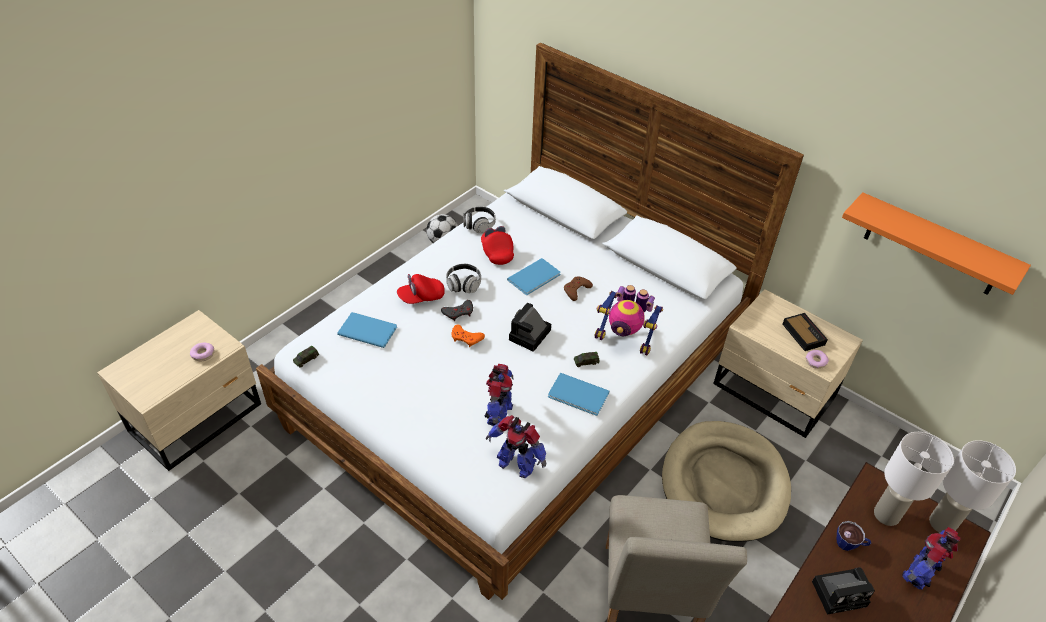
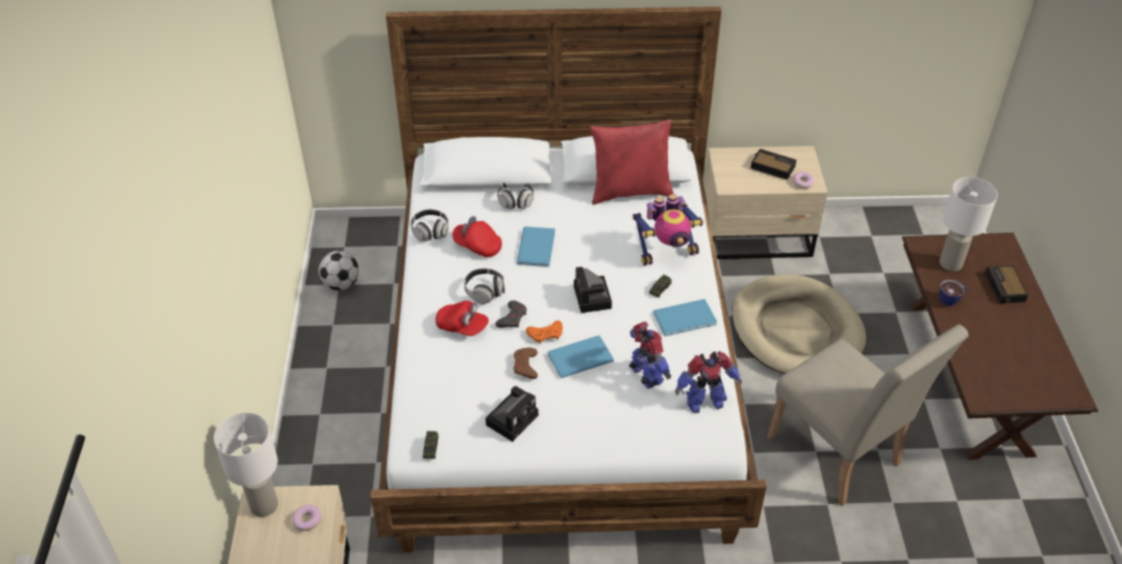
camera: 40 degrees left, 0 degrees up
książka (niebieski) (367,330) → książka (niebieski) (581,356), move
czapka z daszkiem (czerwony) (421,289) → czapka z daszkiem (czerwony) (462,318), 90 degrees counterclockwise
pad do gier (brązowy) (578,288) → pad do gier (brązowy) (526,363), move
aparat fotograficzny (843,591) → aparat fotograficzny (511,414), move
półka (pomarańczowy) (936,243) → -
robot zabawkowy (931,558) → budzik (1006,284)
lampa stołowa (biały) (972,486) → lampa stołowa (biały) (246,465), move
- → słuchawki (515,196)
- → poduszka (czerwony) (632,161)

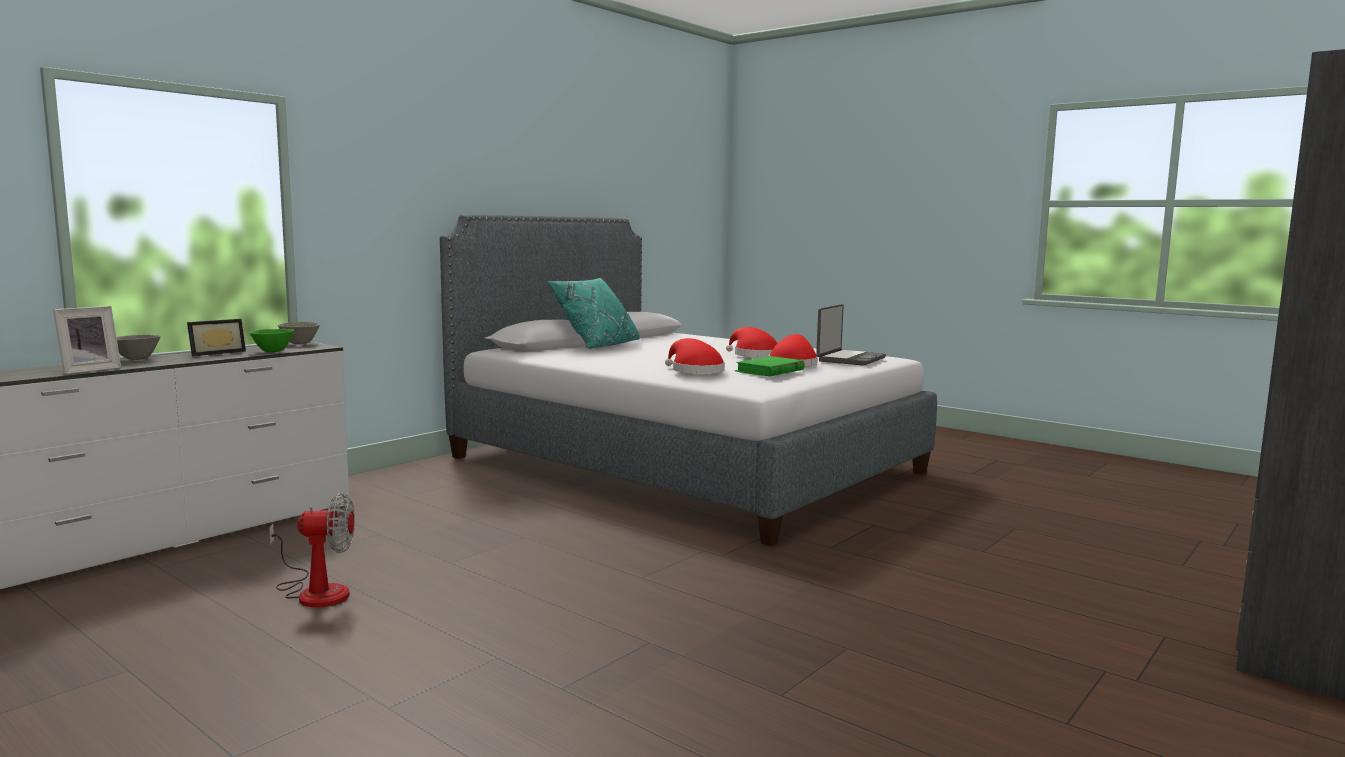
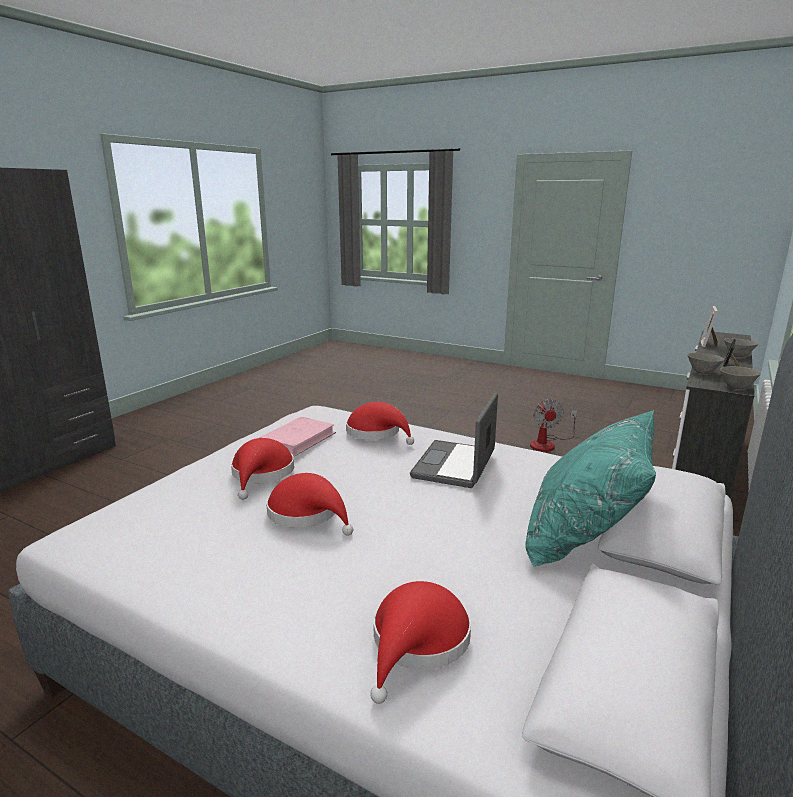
camera: 170 degrees right, 10 degrees up
miska (zielony) (272,340) → miska (szary) (705,363)
wentylator (312,550) → wentylator (553,425), 75 degrees counterclockwise
książka (zielony) (770,366) → książka (różowy) (297,436)
laptop (851,335) → laptop (454,440), move
- → kapelusz (czerwony) (420,642)

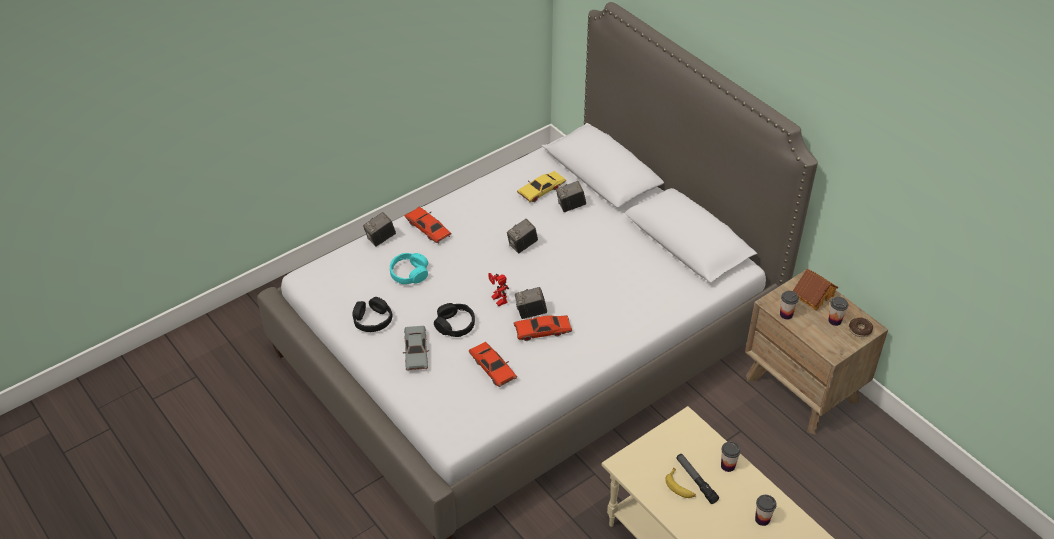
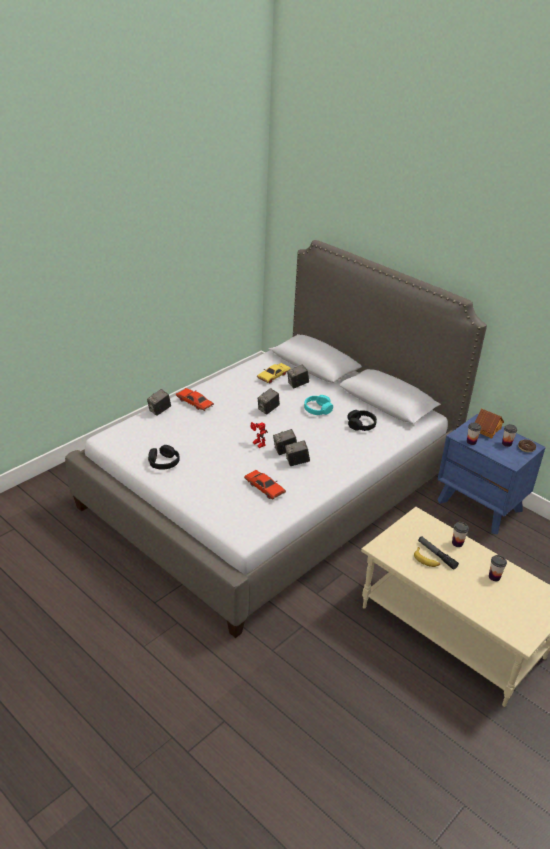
camera: 10 degrees left, 10 degrees down
słuchawki (turkusowy) (409,268) → słuchawki (turkusowy) (318,405), move
samochodzik (szary) (416,348) → -
słuchawki (czarny) (454,320) → słuchawki (czarny) (362,420), move
samochodzik (czerwony) (543,328) → aparat fotograficzny (297,453)
szafka nocna (brązowy) (816,352) → szafka nocna (niebieski) (491,474)

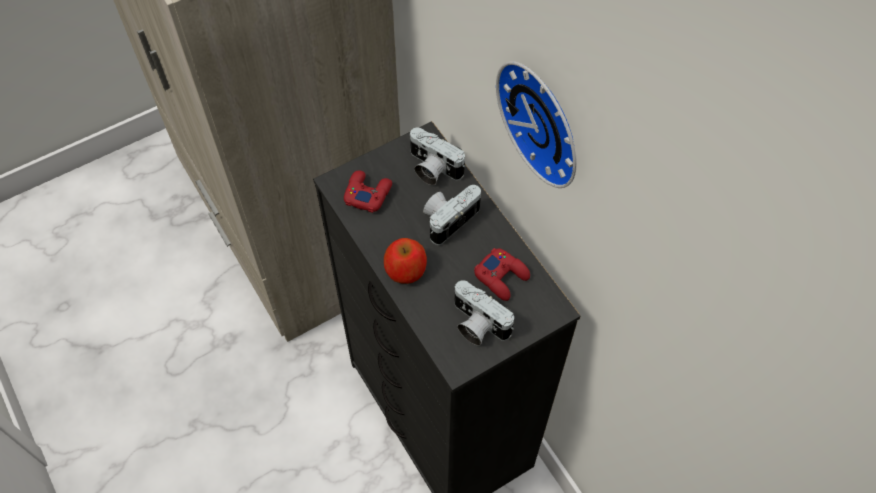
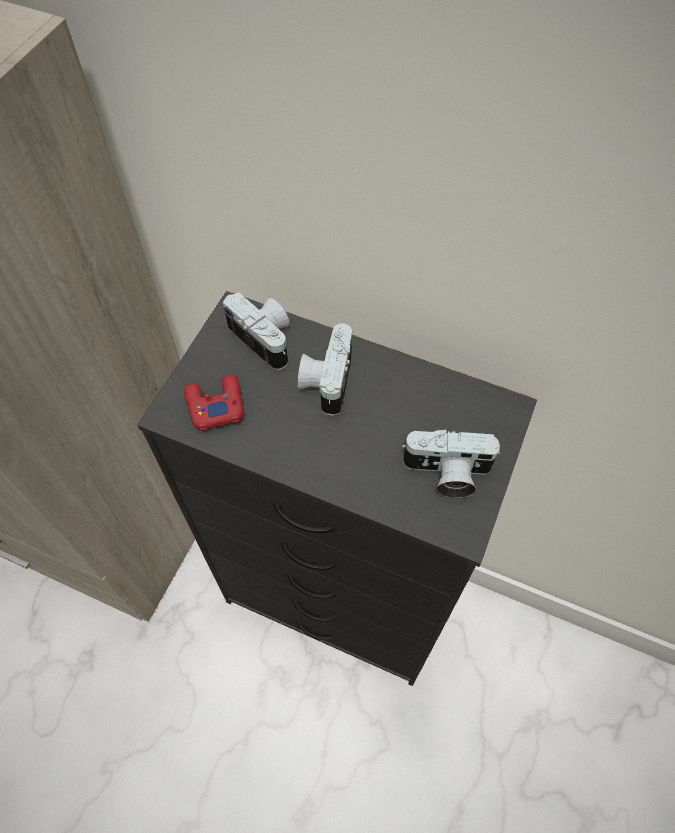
camera: 35 degrees left, 0 degrees up
jabłko (405,261) → -
aparat fotograficzny (437,156) → aparat fotograficzny (256,331), 135 degrees counterclockwise
pad do gier (czerwony) (502,274) → -
zegar ścienny (536,124) → -

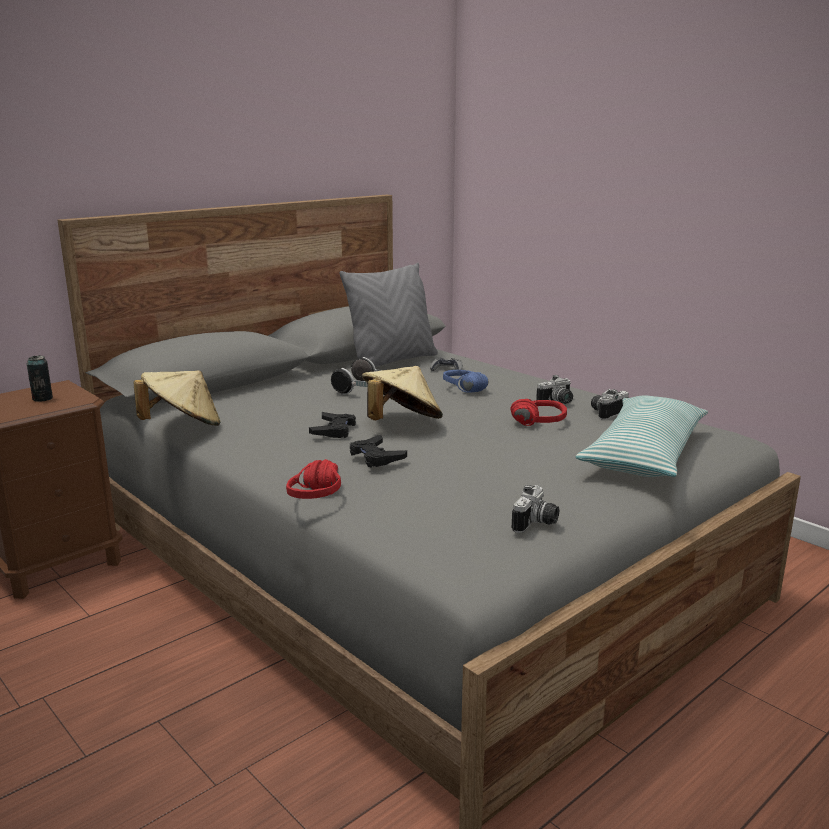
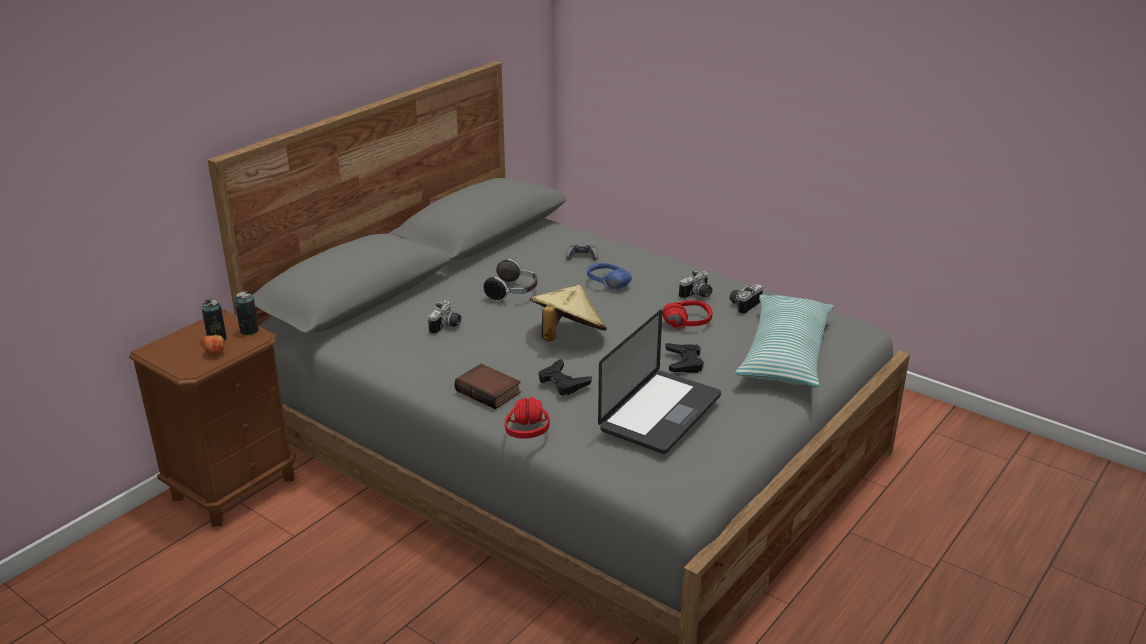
camera: 10 degrees left, 10 degrees up
kapelusz (beżowy) (177,398) → -
pad do gier (czarny) (332,425) → pad do gier (czarny) (684,358), move
poduszka (szary) (388,315) → -
aparat fotograficzny (535,509) → aparat fotograficzny (444,318), move
- → jabłko (213,343)
- → puszka (247,313)
- → książka (487,386)
- → laptop (659,382)

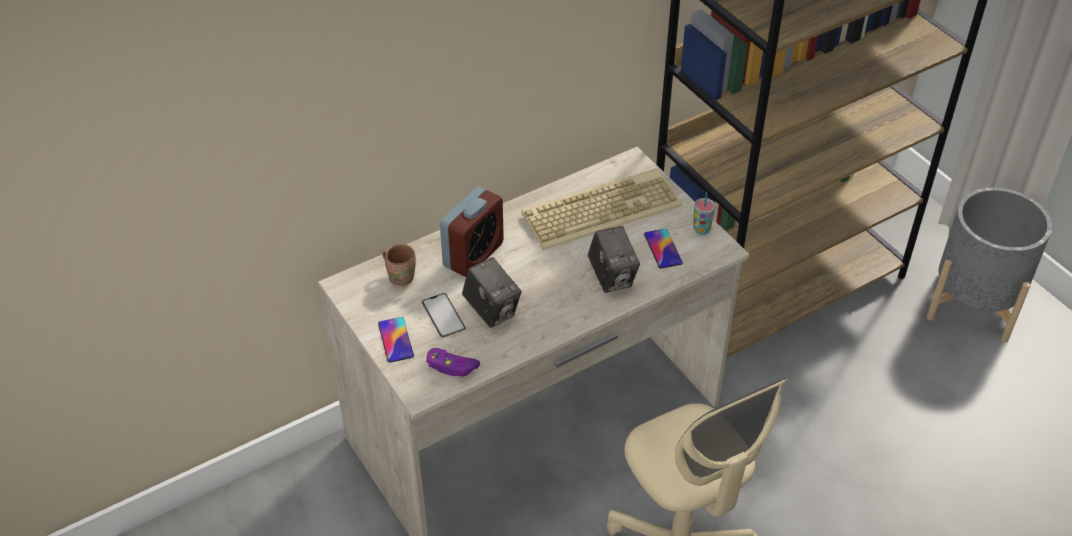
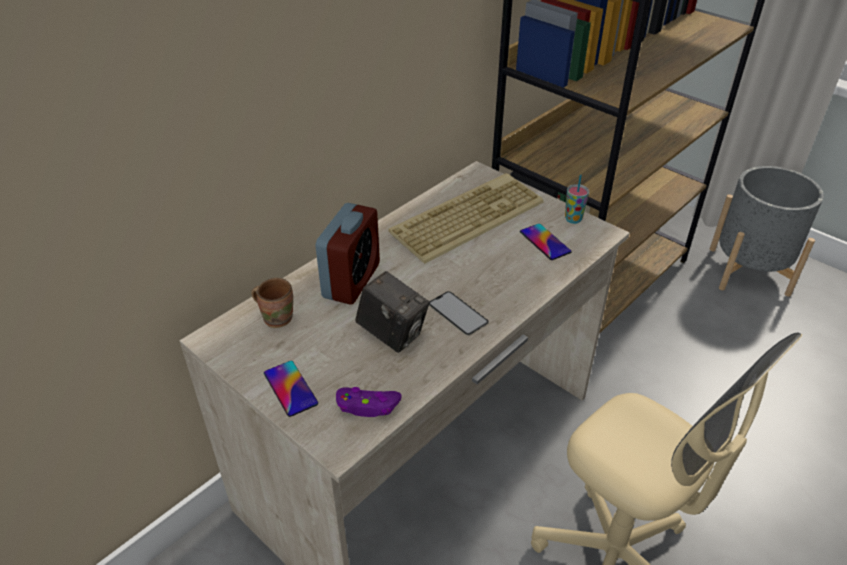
camera: 15 degrees left, 5 degrees down
telefon (444,315) → telefon (459,313), move
aparat fotograficzny (614,259) → -

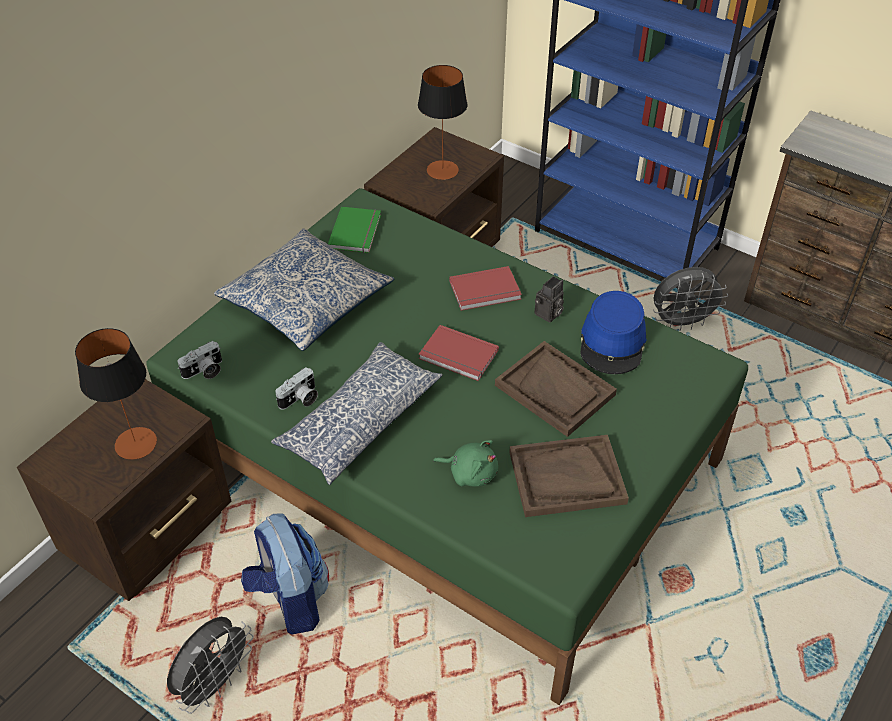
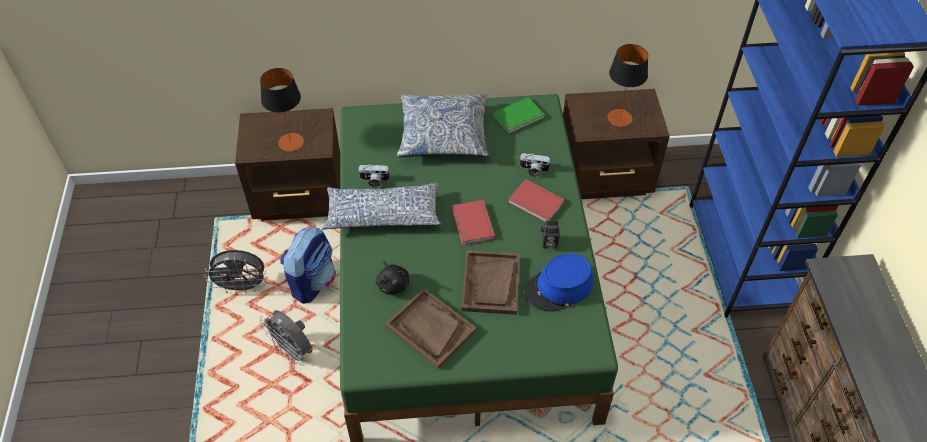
camera: 50 degrees right, 5 degrees up
aparat fotograficzny (200,360) → aparat fotograficzny (535,165), move
pluszak (zielony) (465,463) → pluszak (czarny) (392,278)
wentylator (szary) (690,299) → wentylator (szary) (286,338), move

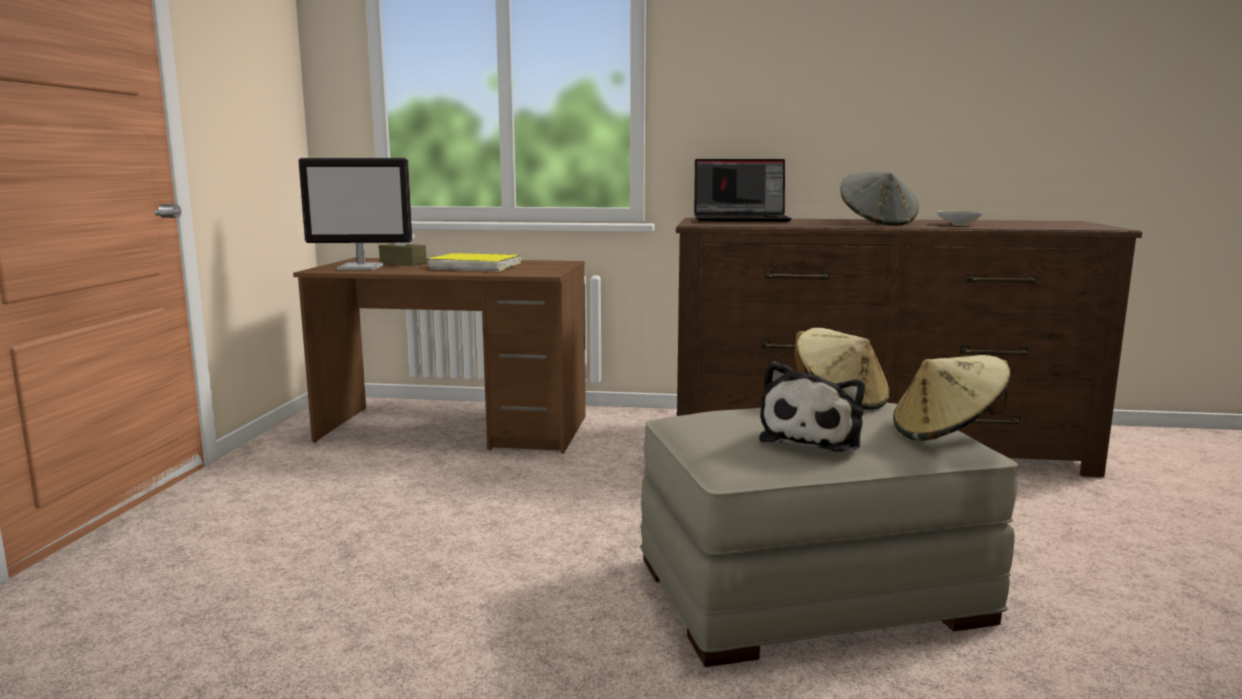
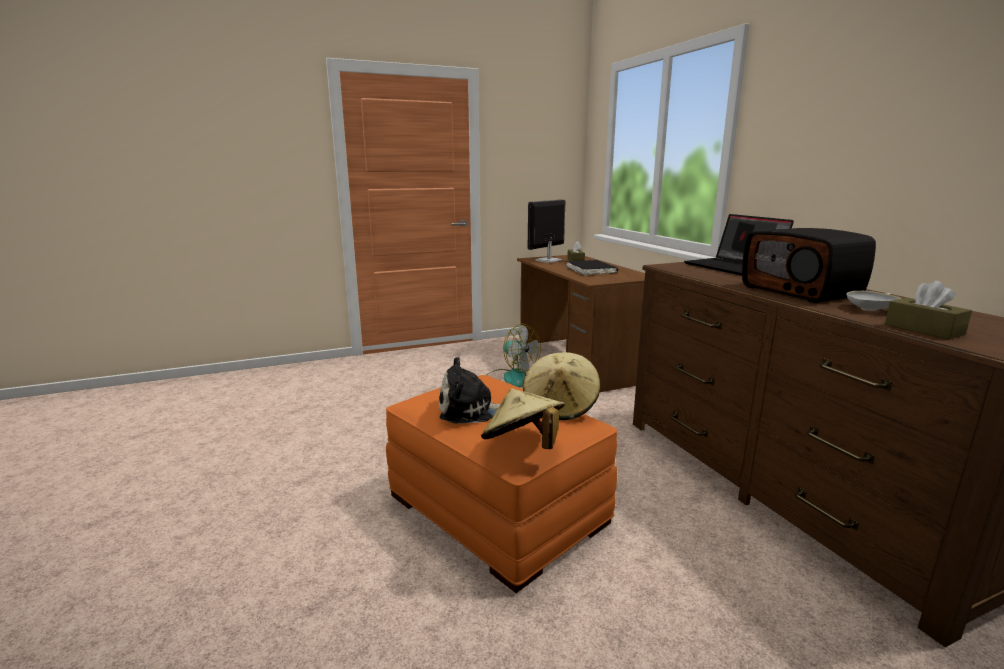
camera: 60 degrees right, 5 degrees up
monitor (355,214) → monitor (546,231), 75 degrees clockwise
książka (żółty) (474,262) → książka (czarny) (592,268)
pufa (beżowy) (829,534) → pufa (pomarańczowy) (501,484)
kapelusz (szary) (880,198) → radio (809,265)
- → wentylator (514,355)
- → pudełko chusteczek (brązowy) (928,310)

